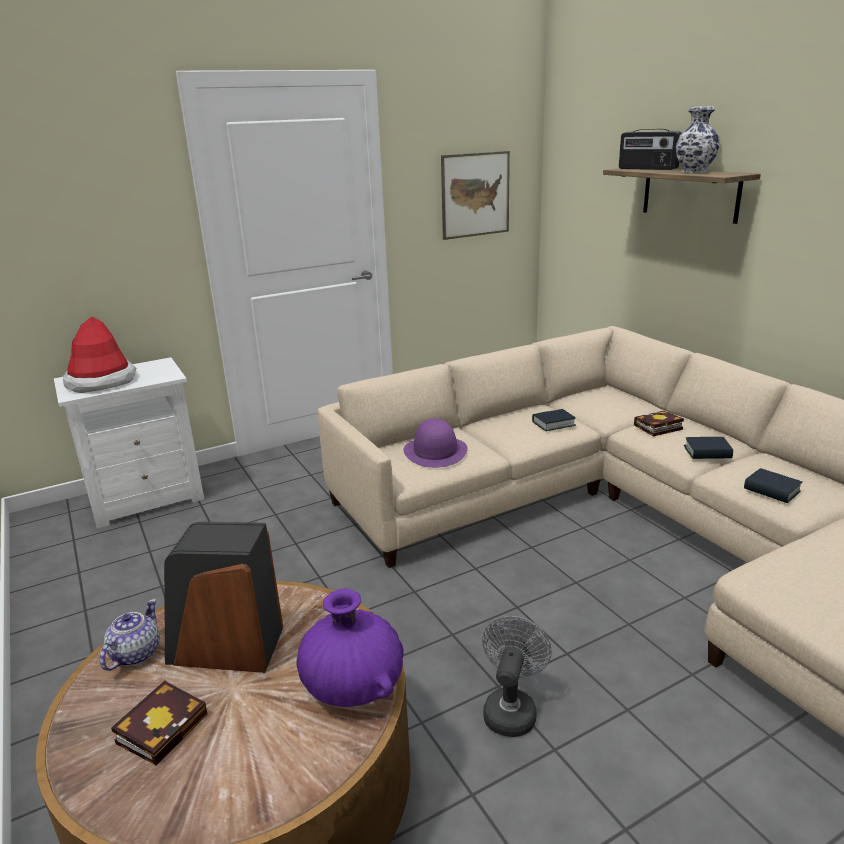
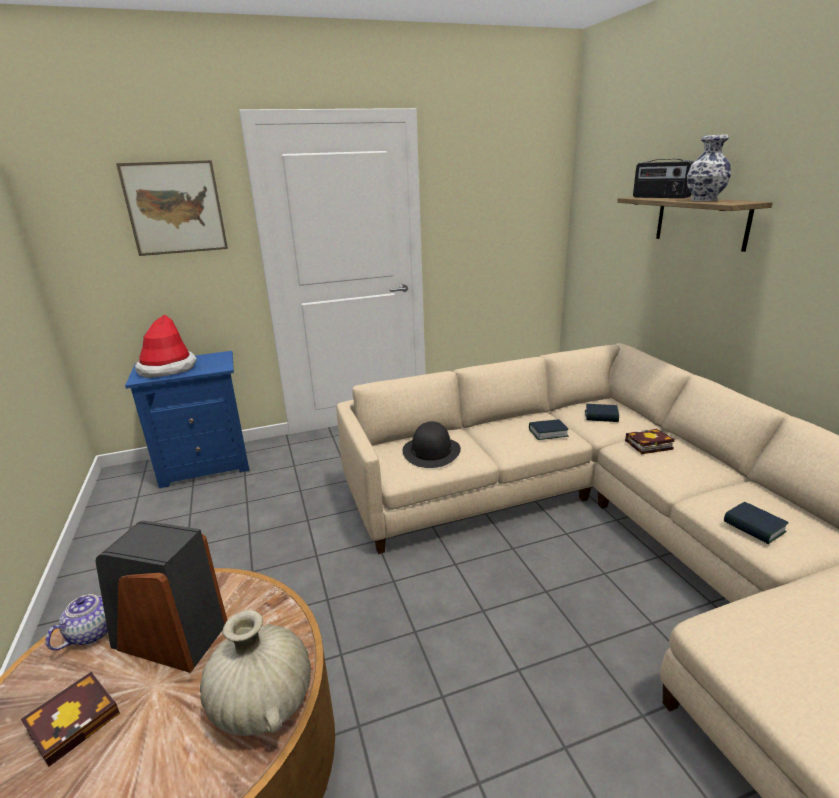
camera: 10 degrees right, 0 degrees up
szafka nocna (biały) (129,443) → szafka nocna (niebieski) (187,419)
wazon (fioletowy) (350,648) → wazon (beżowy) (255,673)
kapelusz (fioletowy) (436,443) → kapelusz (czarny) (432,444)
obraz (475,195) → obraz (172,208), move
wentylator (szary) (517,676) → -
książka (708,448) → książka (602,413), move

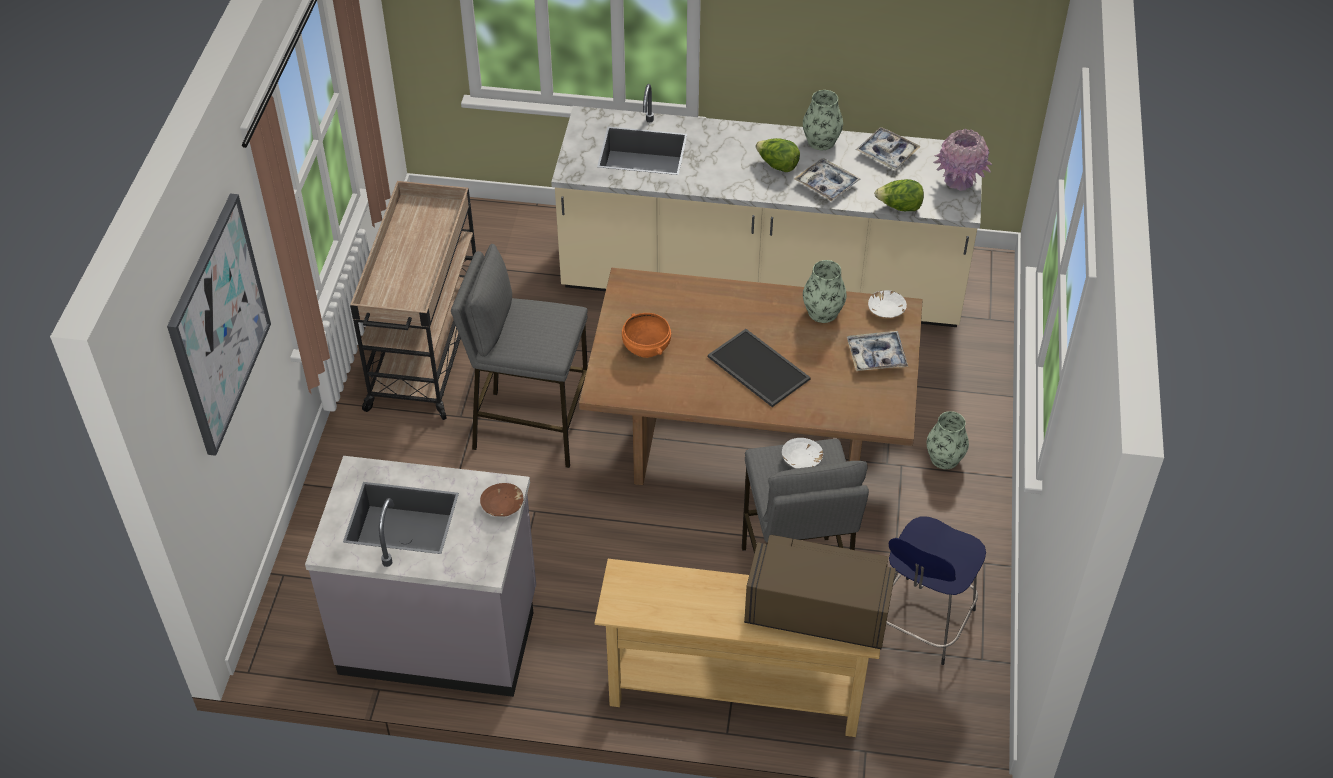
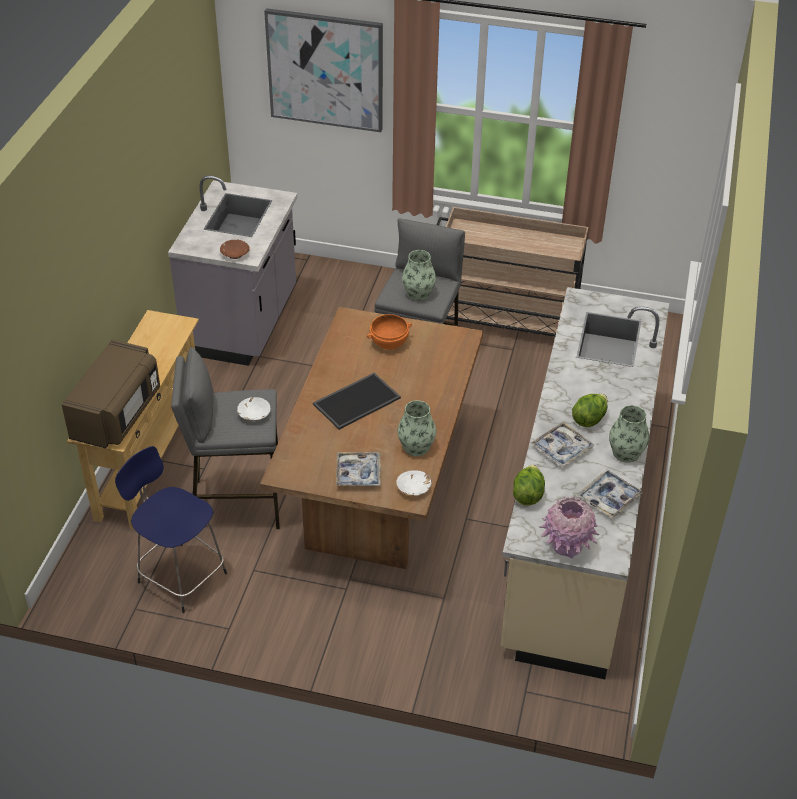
camera: 95 degrees right, 5 degrees down
wazon (948,440) → wazon (419,275), move

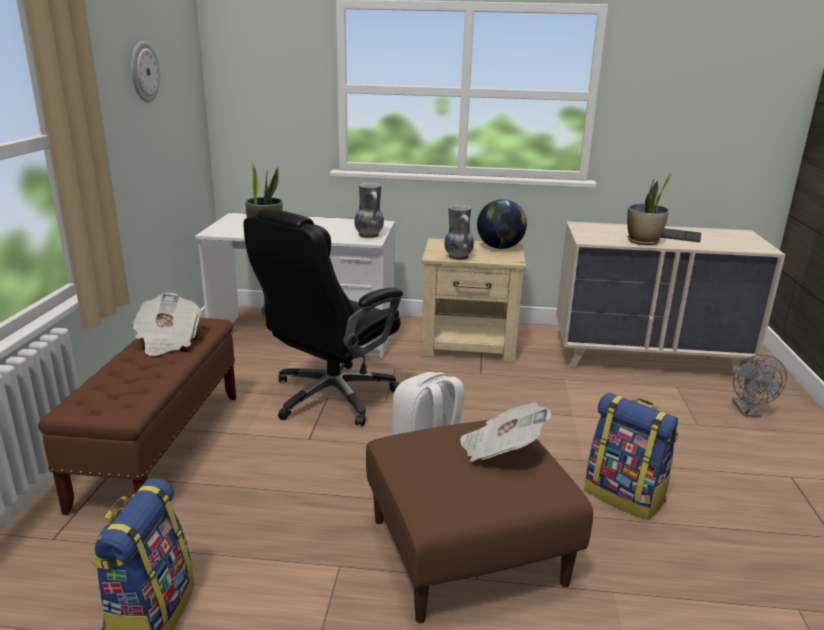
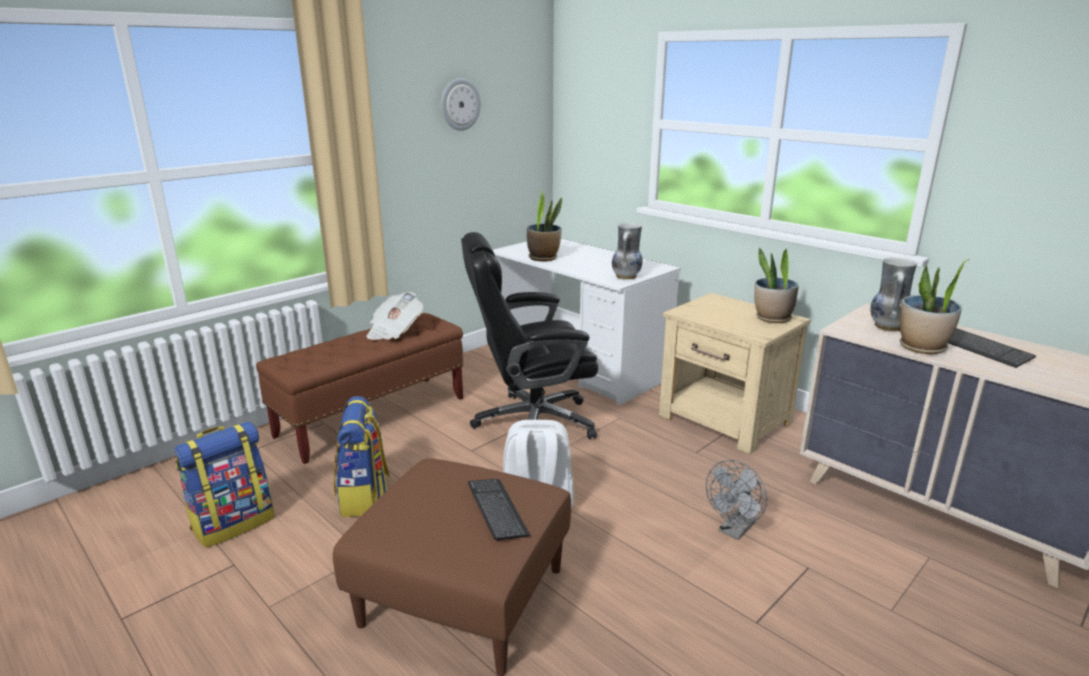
camera: 40 degrees right, 0 degrees up
wazon (459,232) → wazon (893,295), move
gazeta (505,432) → klawiatura (499,510)
globus (502,224) → roślina doniczkowa (776,285)
plecak (631,456) → plecak (362,456), move
wentylator (szary) (759,385) → wentylator (szary) (736,500), move

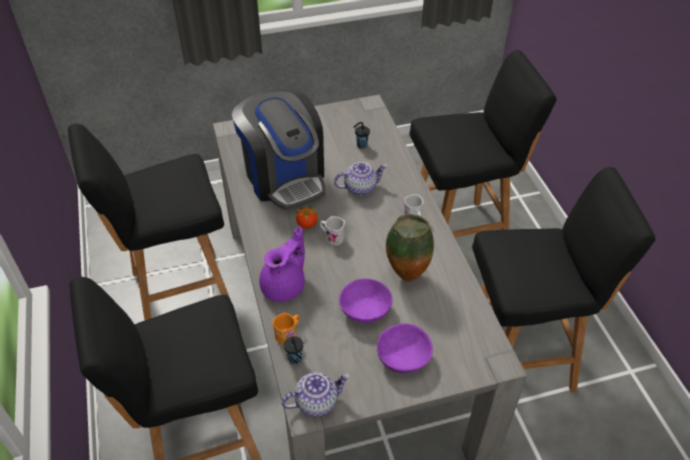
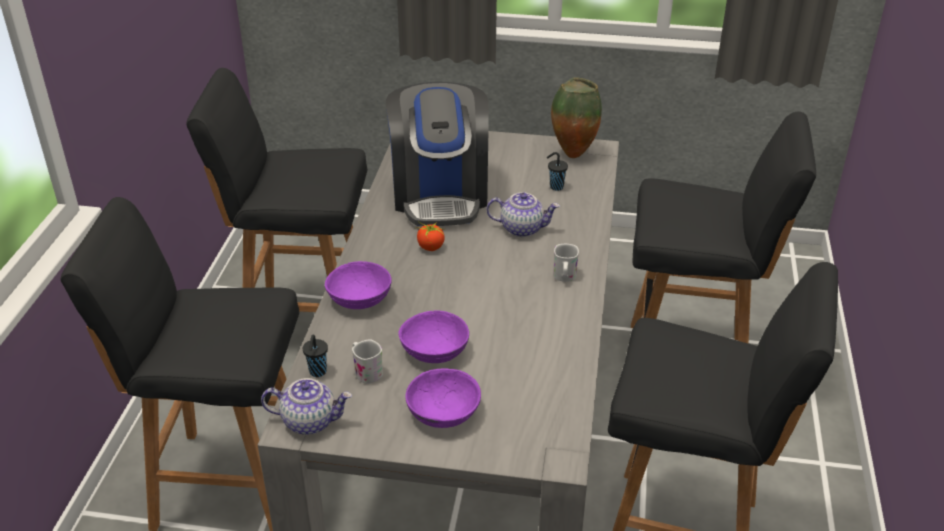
camera: 25 degrees right, 10 degrees down
imbryk (fioletowy) (282,264) → miska (fioletowy) (358,285)
kubek (pomarańczowy) (285,329) → -
kubek (biały) (332,231) → kubek (biały) (367,361), move
wazon (410,248) → wazon (576,117), move

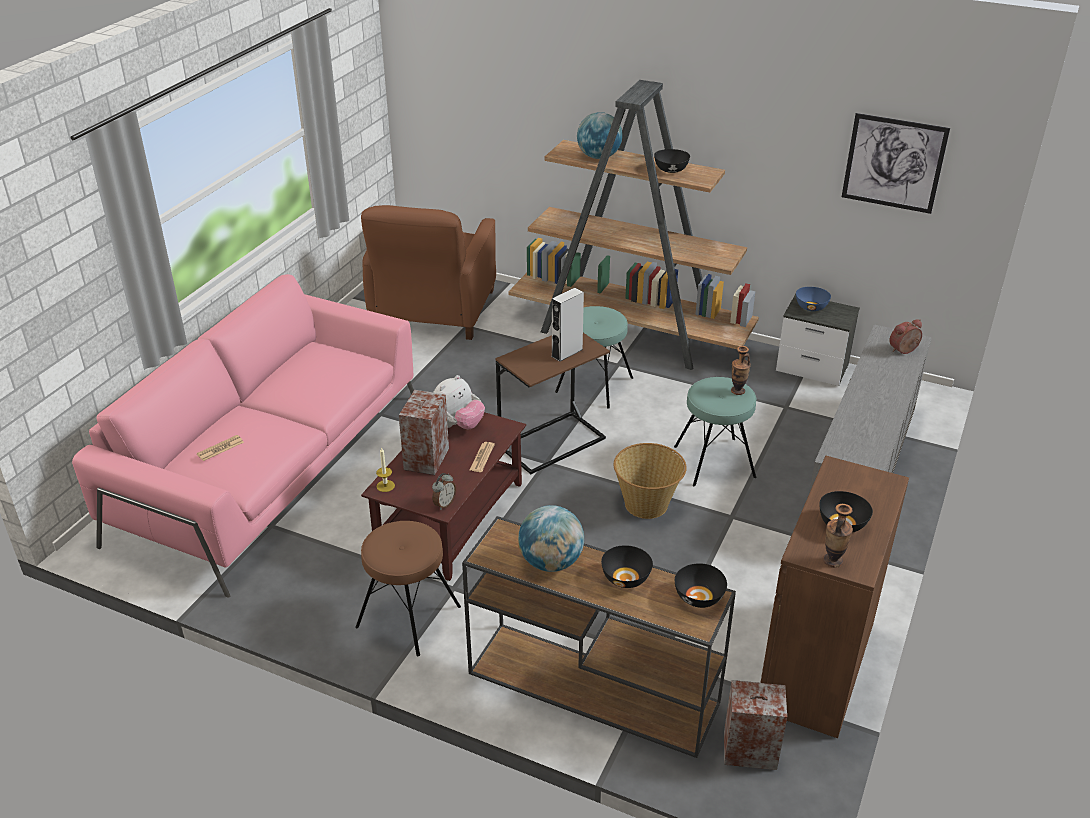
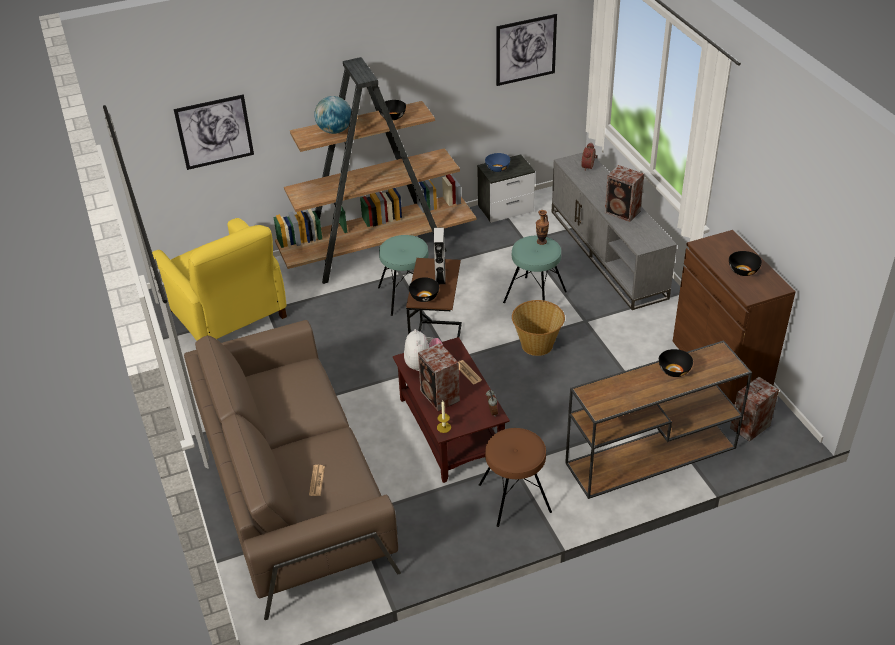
camera: 45 degrees left, 5 degrees up
kanapa (różowy) (243,436) → kanapa (brązowy) (292,470)
fotel (brązowy) (428,272) → fotel (żółty) (219,279)
globus (551,538) → -
miska (czarny) (701,585) → miska (czarny) (424,289), move
wazon (838,536) → -
- → obraz (213,132)
- → głośnik (624,193)

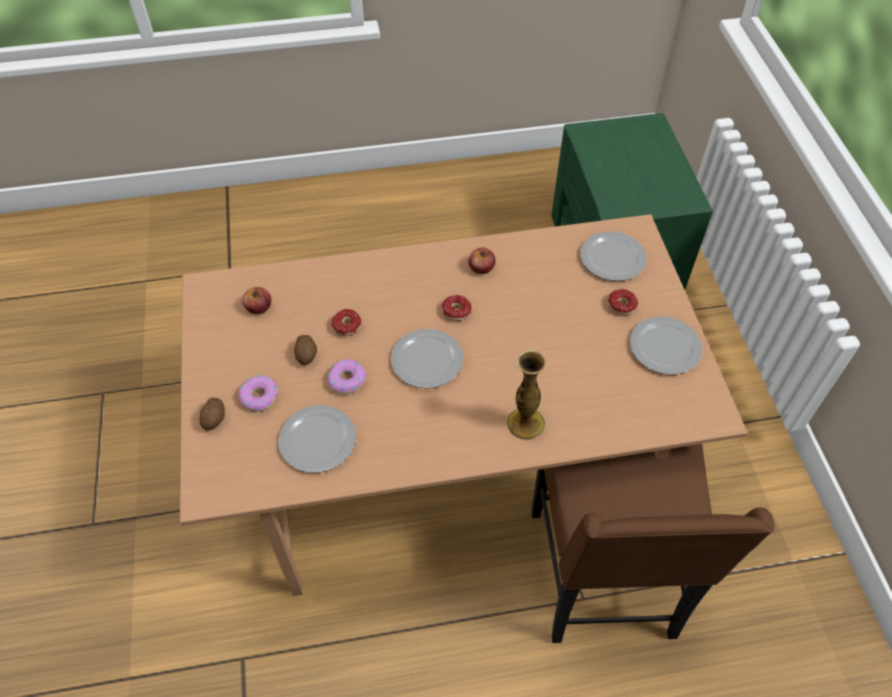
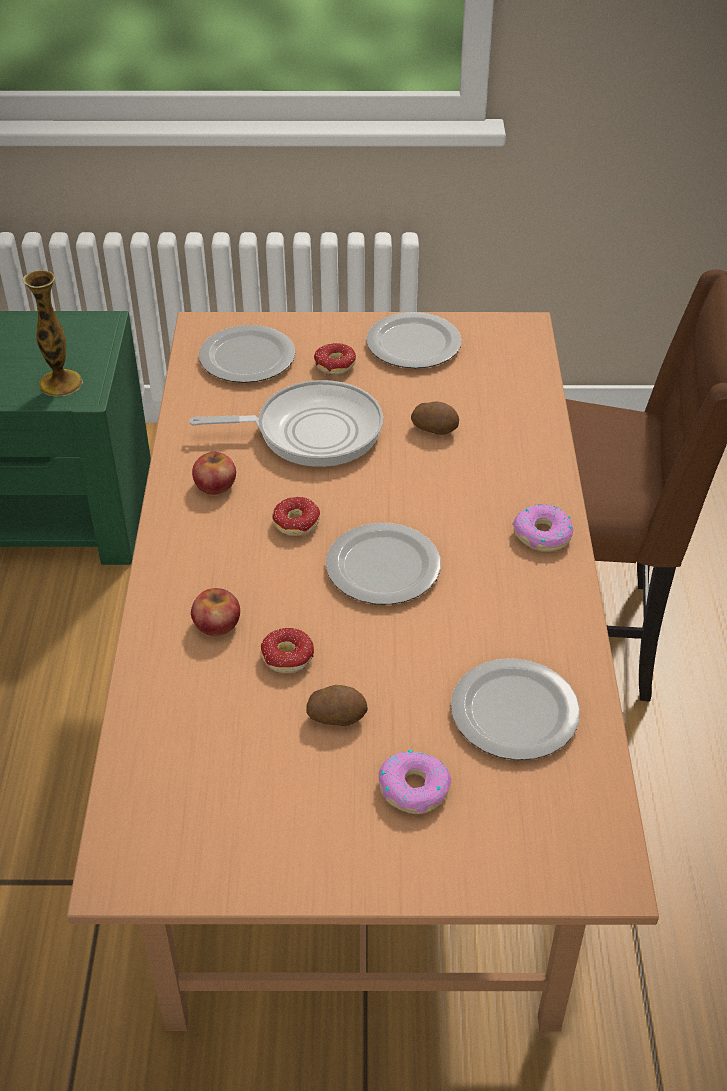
camera: 80 degrees left, 10 degrees down
ziemniak (212,414) → ziemniak (435,418), move
jabłko (256,300) → jabłko (215,612), move
donut (347,376) → donut (542,528), move
wazon (526,395) → wazon (53,333), move
- → patelnia (286,423)

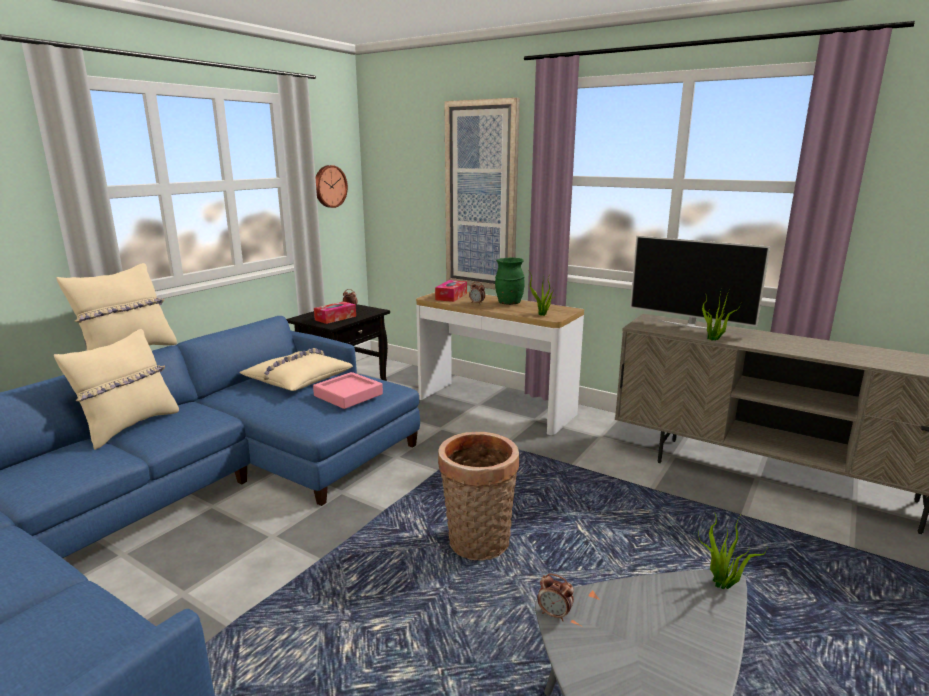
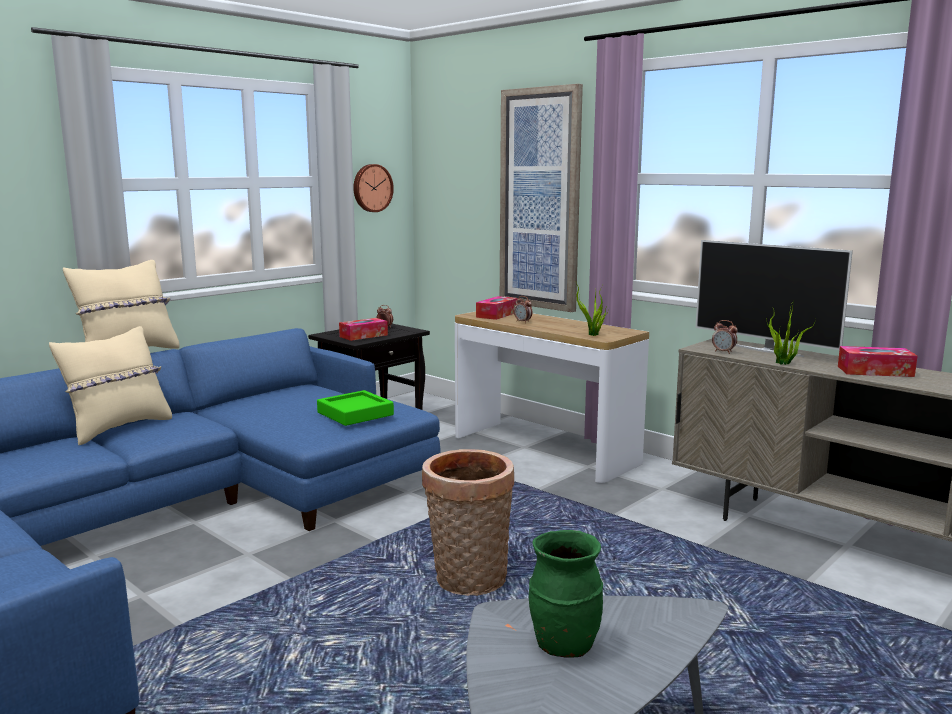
camera: 10 degrees right, 5 degrees down
poduszka (beżowy) (296,369) → -
taca (różowy) (348,390) → taca (zielony) (355,408)
wazon (zielony) (510,281) → wazon (zielony) (566,593), move
budzik (555,597) → budzik (725,337), move
roślina doniczkowa (733,550) → -
- → pudełko chusteczek (877,361)

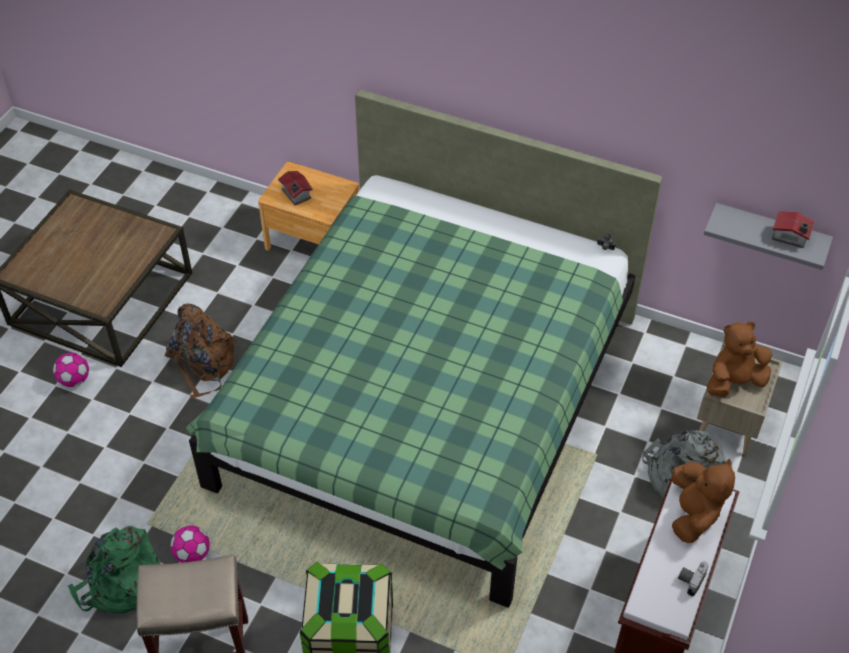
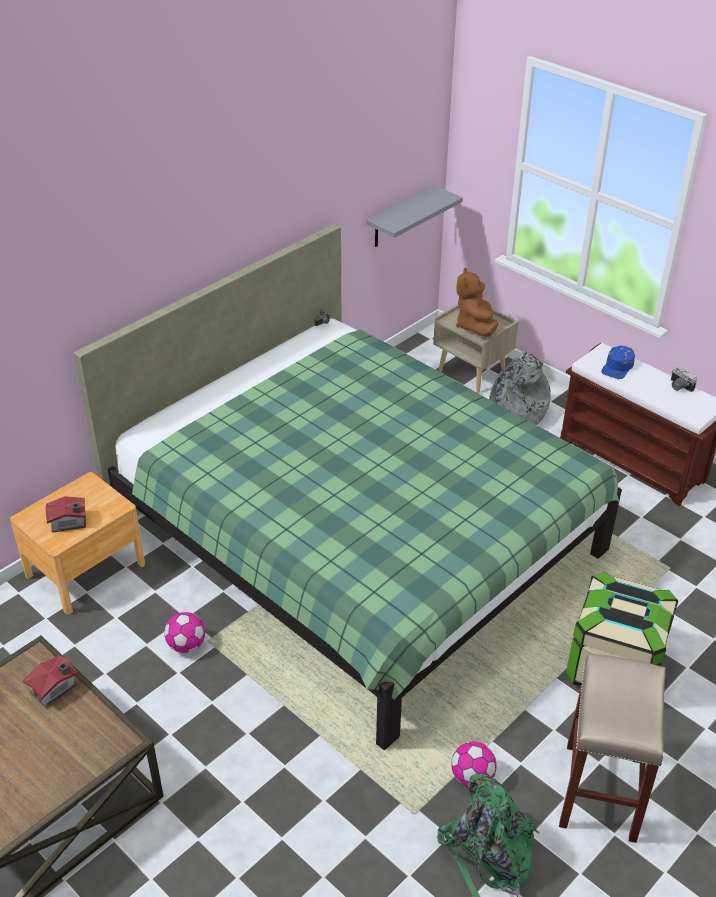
camera: 70 degrees left, 10 degrees down
piłka futbolowa (71,370) → piłka futbolowa (184,632), move
plecak (brązowy) (201,351) → -
pluszak (brązowy) (703,501) → czapka z daszkiem (niebieski) (618,362)
domek (793,229) → domek (50,681), move

